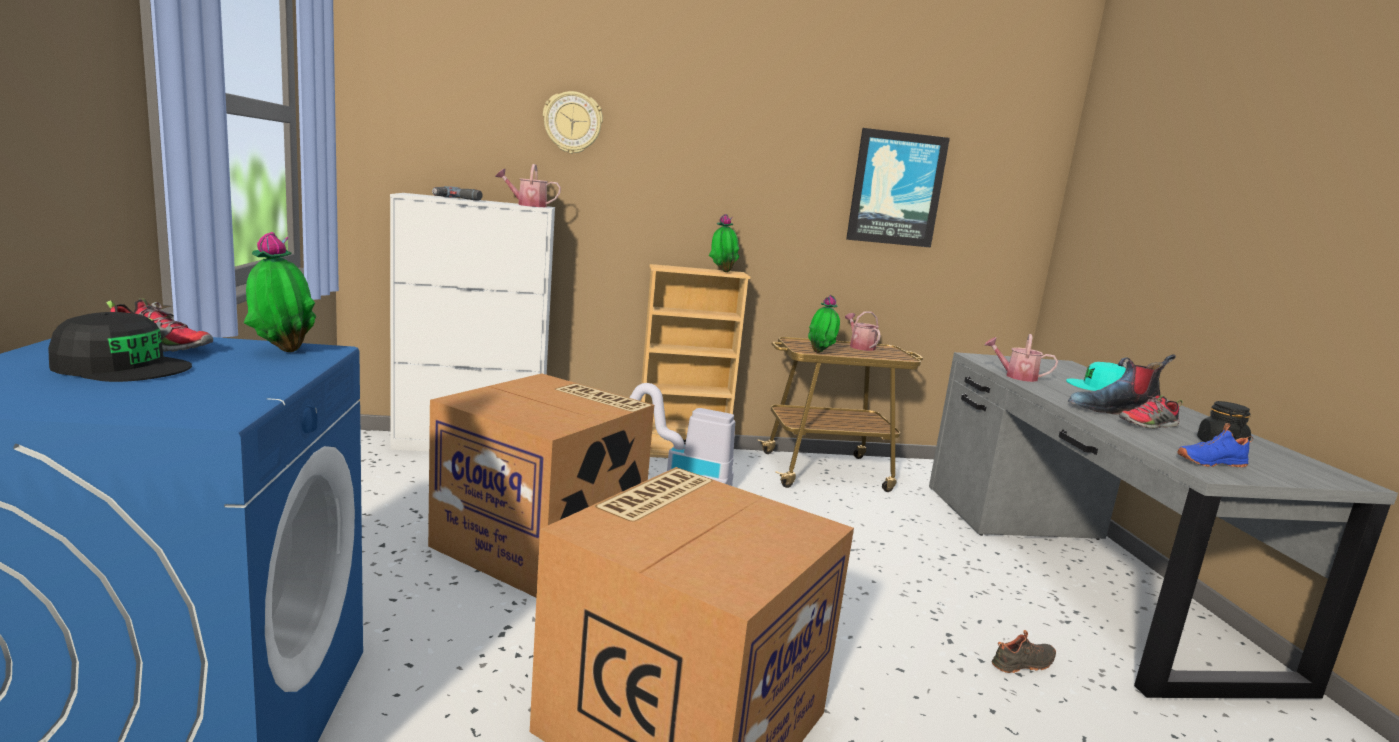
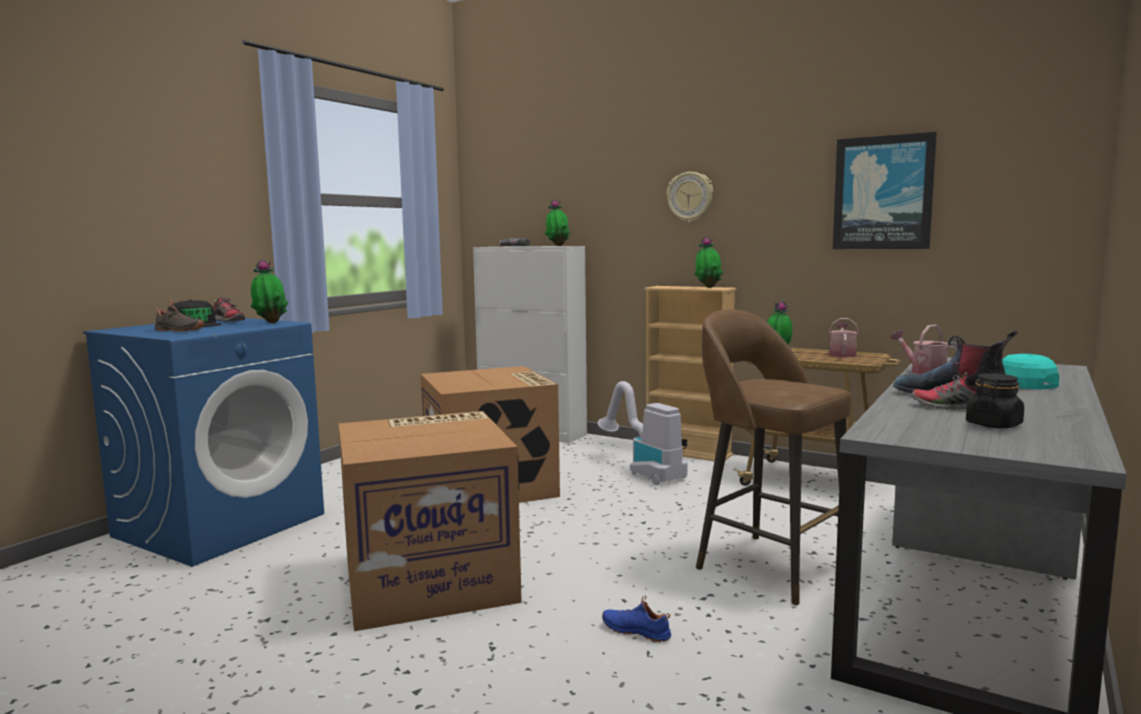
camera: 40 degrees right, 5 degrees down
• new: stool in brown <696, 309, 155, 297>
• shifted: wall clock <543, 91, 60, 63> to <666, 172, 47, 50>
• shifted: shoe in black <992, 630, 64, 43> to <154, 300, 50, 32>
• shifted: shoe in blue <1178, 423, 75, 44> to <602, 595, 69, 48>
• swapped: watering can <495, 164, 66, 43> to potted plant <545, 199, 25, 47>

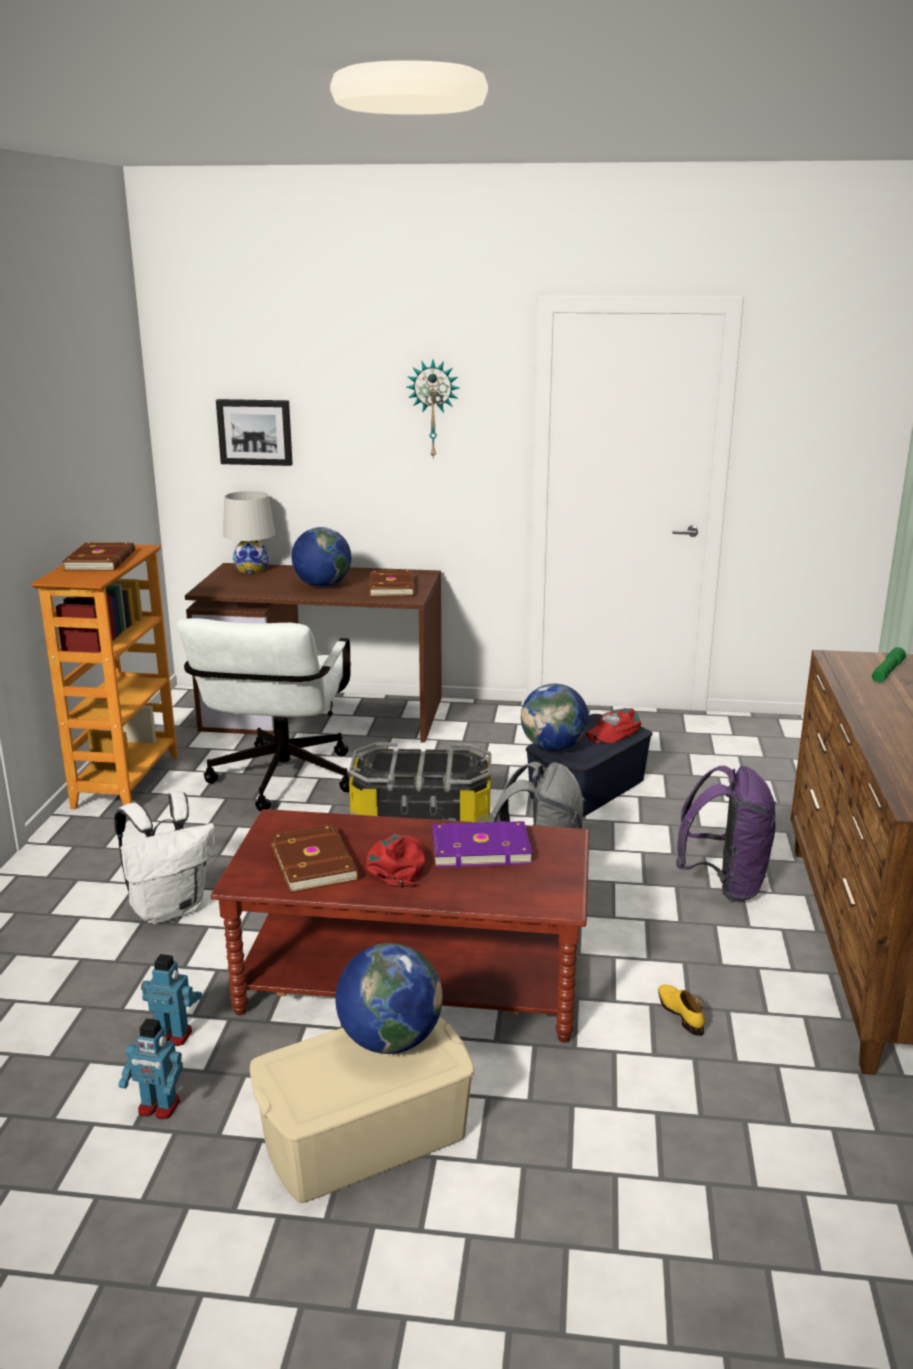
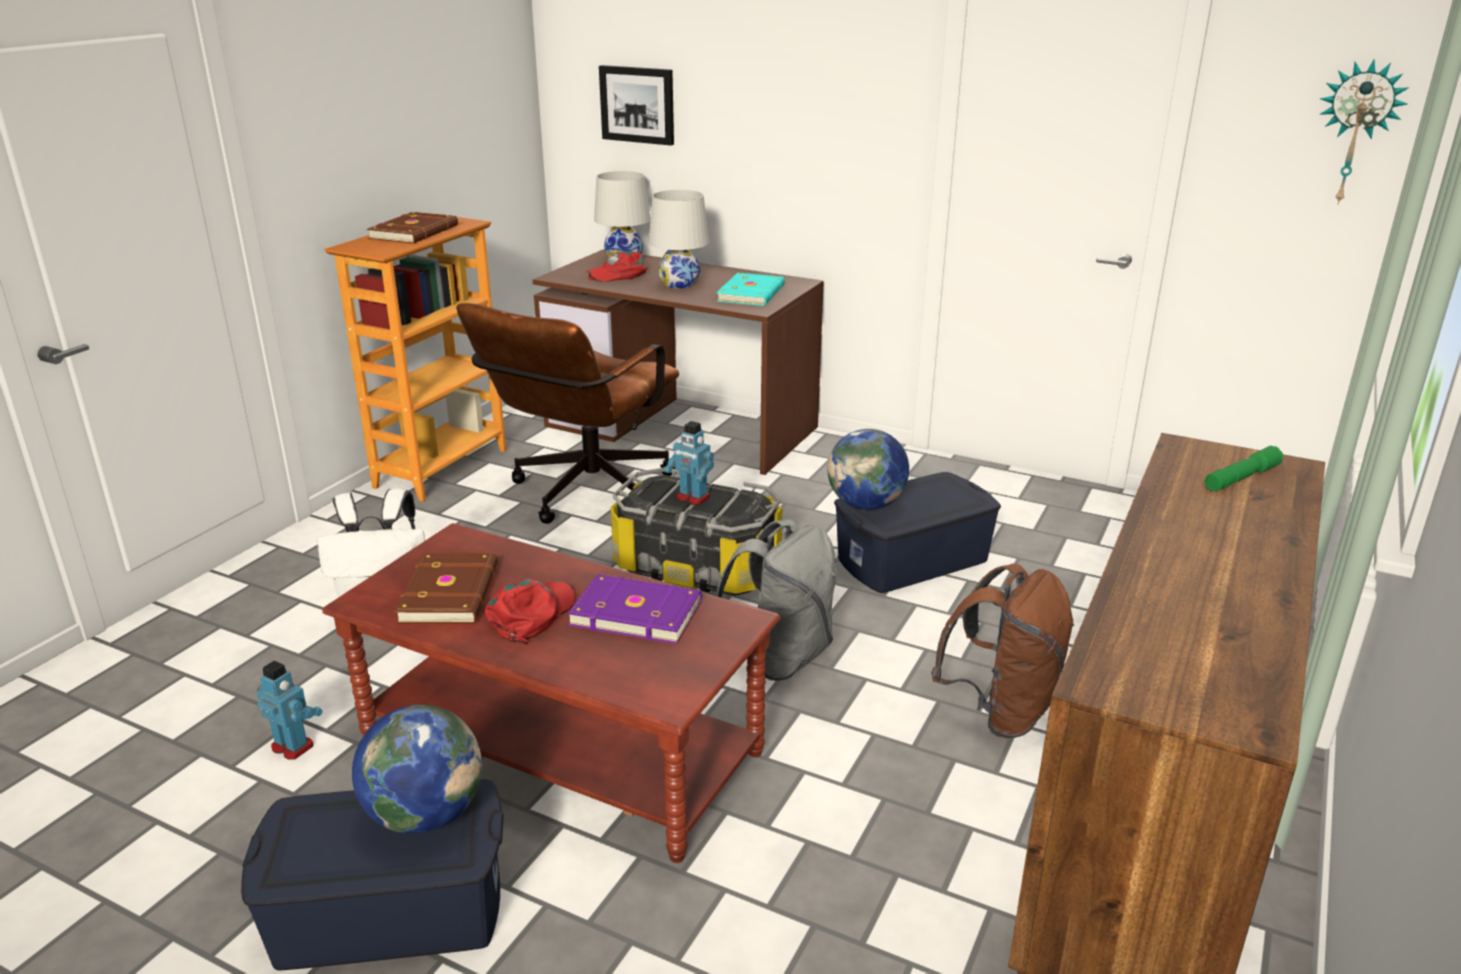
camera: 20 degrees right, 5 degrees up
• gone: shoe in yellow <658, 984, 47, 52>
• shifted: toy robot <118, 1018, 65, 101> to <664, 421, 50, 84>
• shifted: wall clock <407, 359, 52, 101> to <1319, 60, 90, 144>
• shifted: cap in red <586, 708, 55, 36> to <586, 251, 61, 31>
• swapped: globe <291, 527, 60, 60> to table lamp in white <649, 190, 60, 99>
• repainted: office chair in white <177, 618, 177, 193> to office chair in brown <456, 303, 223, 221>
• repainted: storage box in beige <250, 1016, 224, 187> to storage box in blue <241, 779, 263, 192>
• repainted: book in brown <369, 570, 46, 27> to book in turquoise <716, 273, 69, 33>
• repainted: backpack in purple <676, 766, 101, 136> to backpack in brown <931, 564, 144, 174>

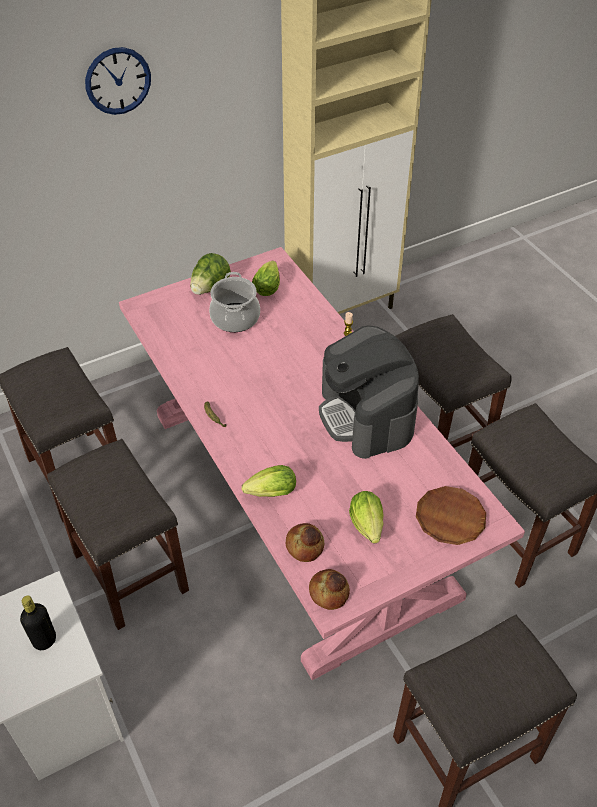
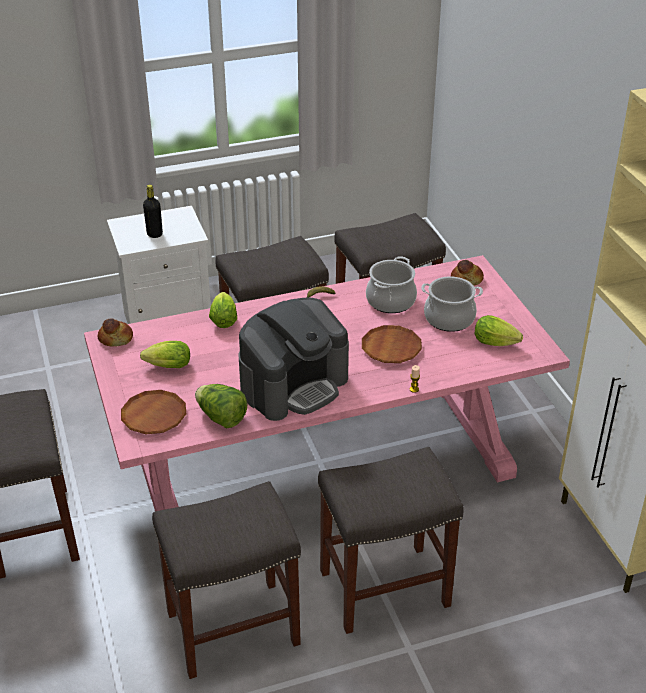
camera: 100 degrees right, 10 degrees down
• gone: wall clock <85, 47, 66, 68>
• new: plate in brown <362, 325, 60, 38>
• new: cooking pot <366, 256, 51, 57>
• shifted: lettuce <190, 253, 41, 42> to <195, 384, 52, 44>
• shifted: bread <286, 523, 38, 39> to <451, 260, 33, 26>
• rotated: coffee machine <319, 326, 100, 133> = <239, 297, 110, 124> 150 degrees clockwise

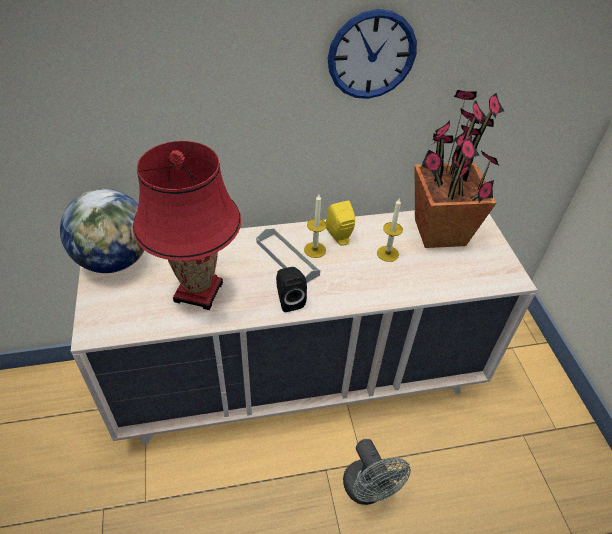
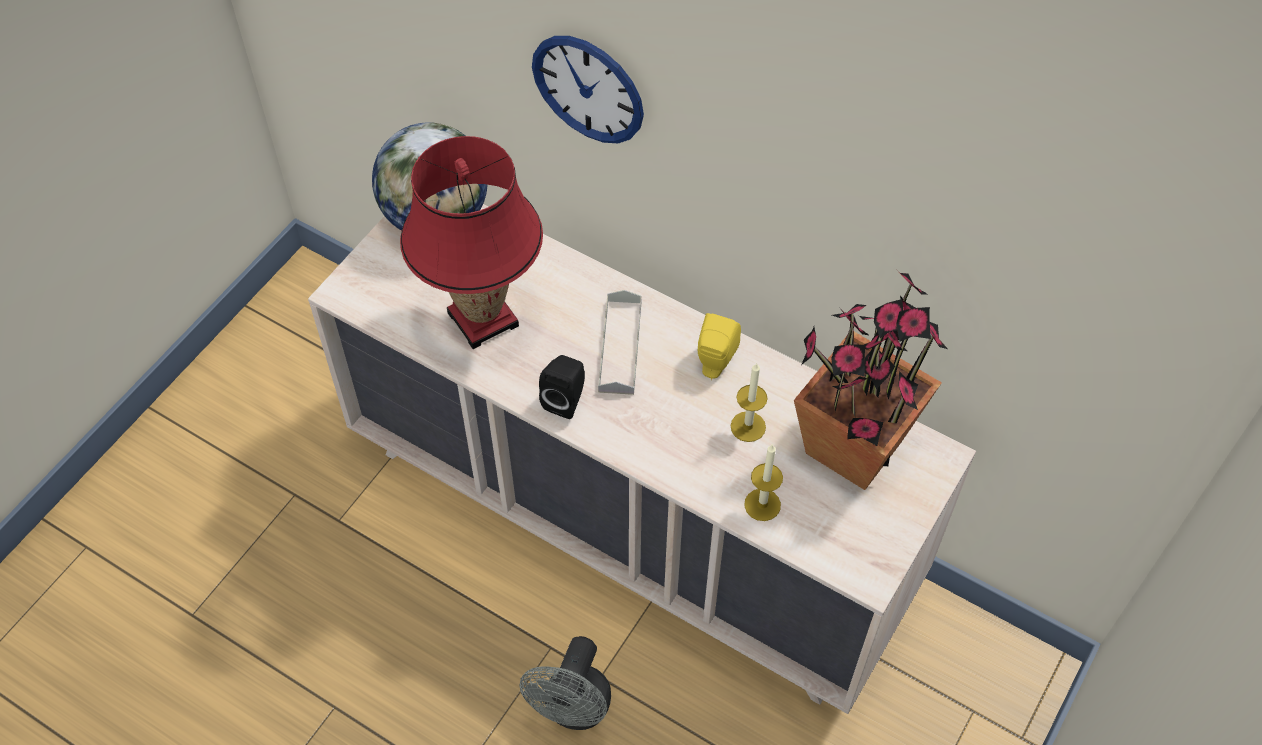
camera: 45 degrees right, 10 degrees up
• shifted: candle <304, 194, 23, 64> to <744, 444, 39, 77>
• shifted: wall clock <328, 9, 89, 90> to <532, 36, 112, 107>

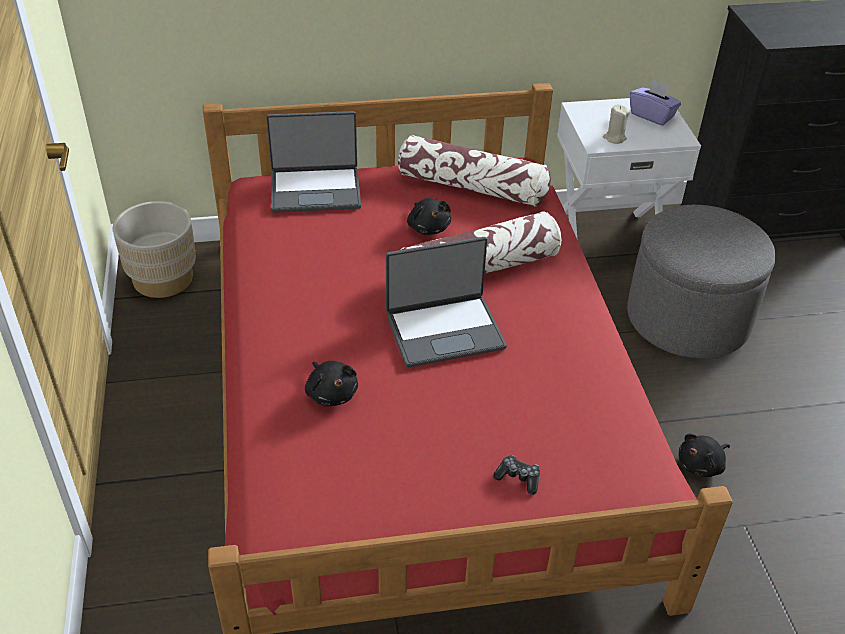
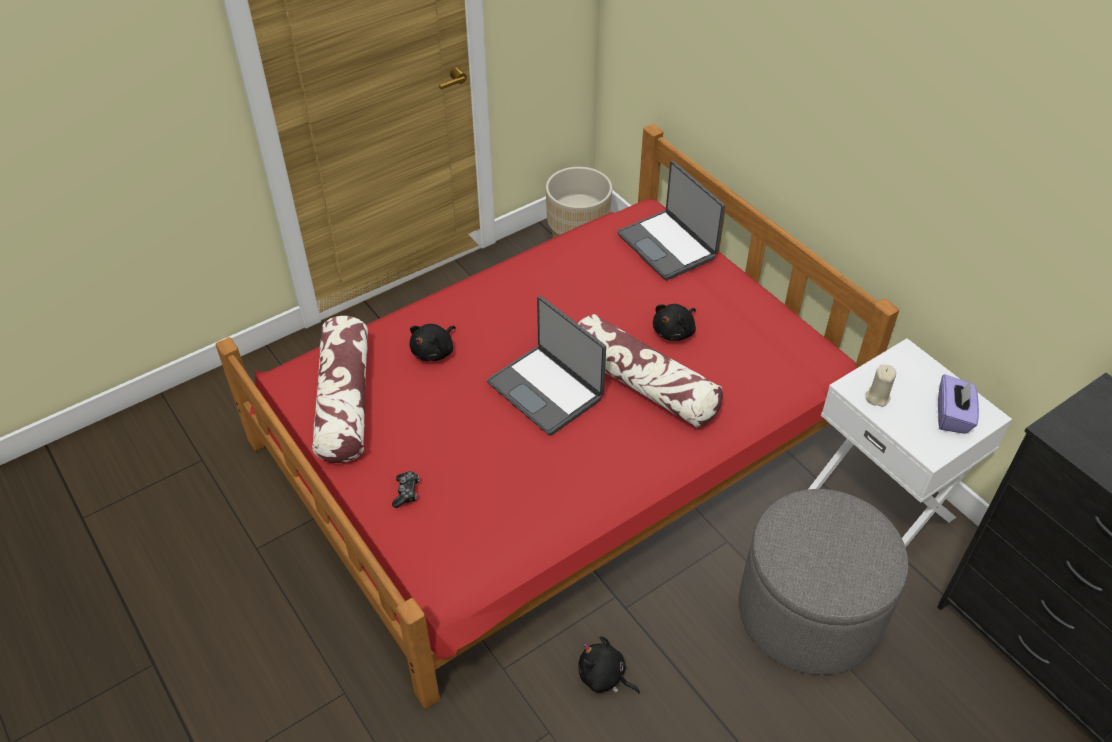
camera: 65 degrees right, 5 degrees up
• shifted: pillow <398, 135, 153, 72> to <312, 316, 56, 147>

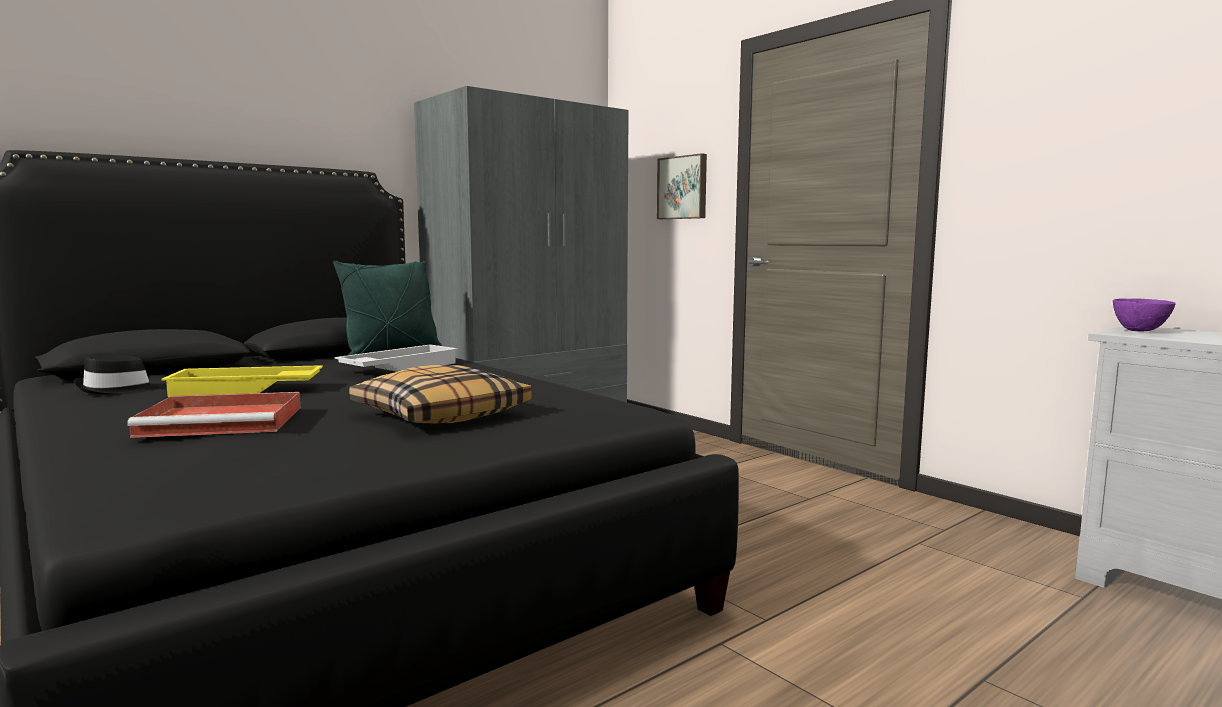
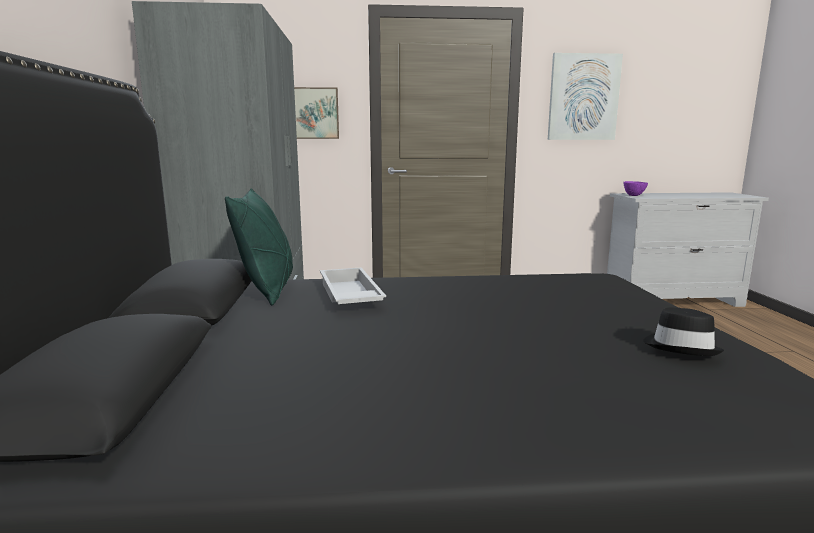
camera: 55 degrees left, 5 degrees up
• gone: tray in red <127, 392, 174, 46>
• gone: tray in yellow <161, 365, 162, 32>
• gone: pillow <349, 365, 182, 59>
• new: picture <548, 53, 75, 87>
• shifted: hat in black <74, 353, 86, 41> to <643, 307, 81, 49>

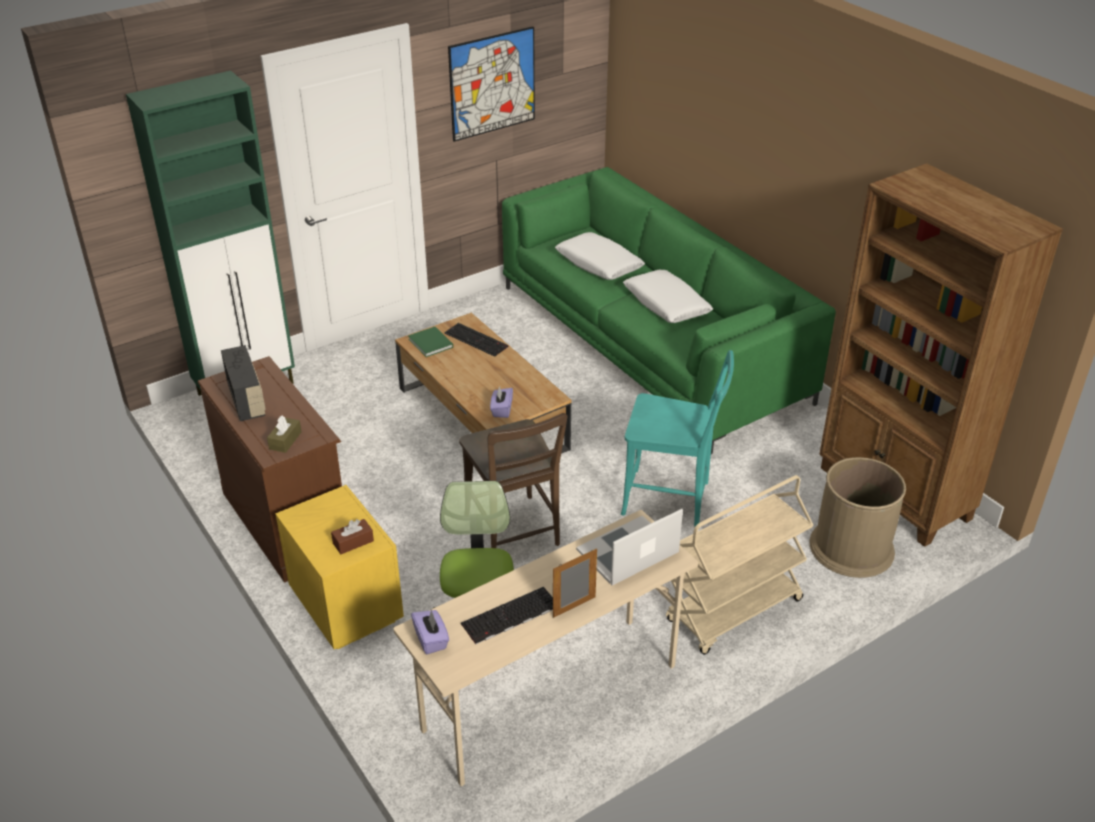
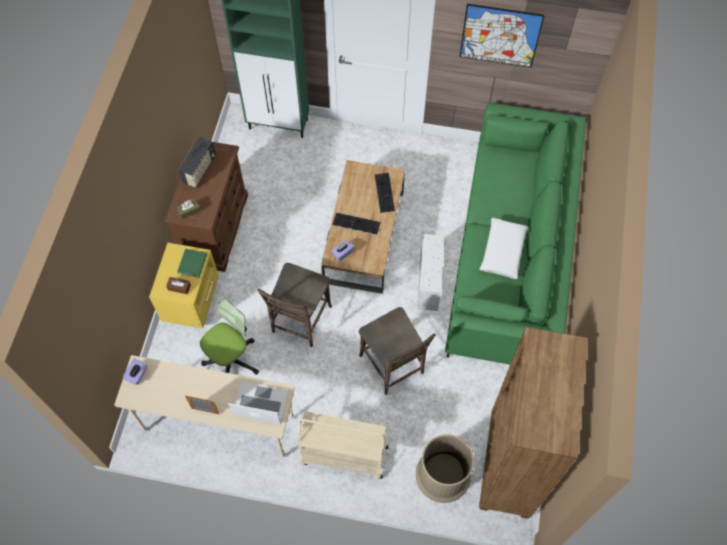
camera: 45 degrees right, 25 degrees up
• gone: pillow in white <555, 232, 90, 48>
• new: storage box in white <417, 234, 27, 77>
• shifted: book in green <408, 327, 45, 30> to <177, 249, 30, 29>
• shifted: keyboard <461, 587, 92, 57> to <332, 213, 48, 22>
• repainted: chair in turquoise <621, 350, 113, 176> to chair in brown <359, 307, 77, 88>

